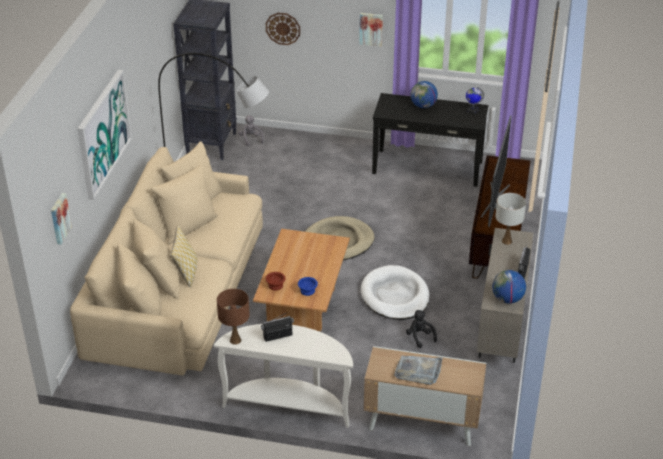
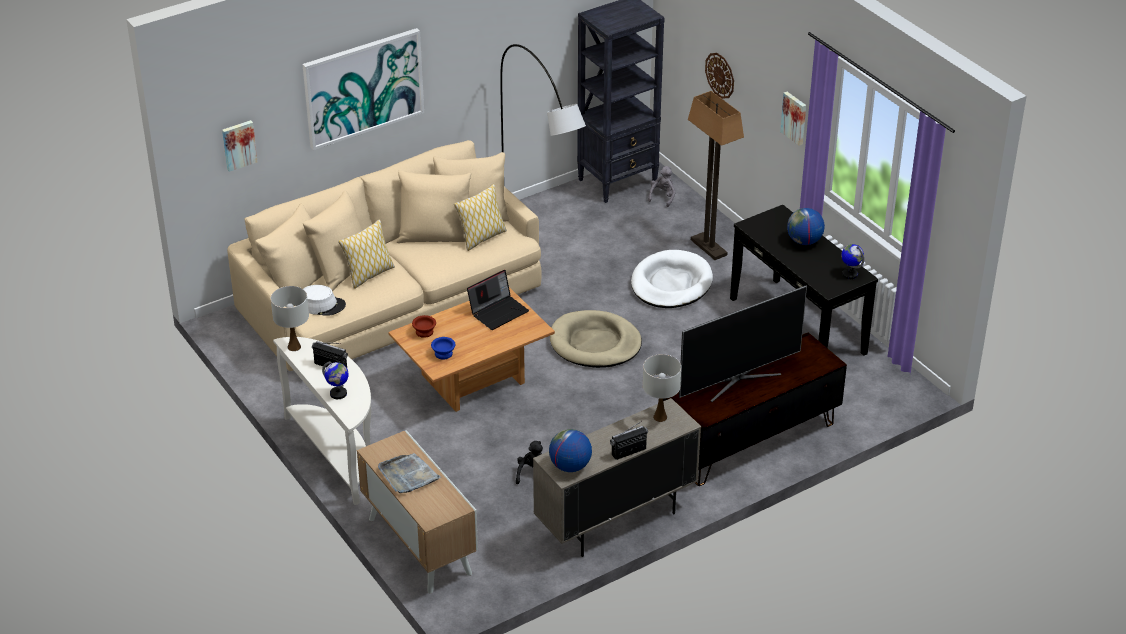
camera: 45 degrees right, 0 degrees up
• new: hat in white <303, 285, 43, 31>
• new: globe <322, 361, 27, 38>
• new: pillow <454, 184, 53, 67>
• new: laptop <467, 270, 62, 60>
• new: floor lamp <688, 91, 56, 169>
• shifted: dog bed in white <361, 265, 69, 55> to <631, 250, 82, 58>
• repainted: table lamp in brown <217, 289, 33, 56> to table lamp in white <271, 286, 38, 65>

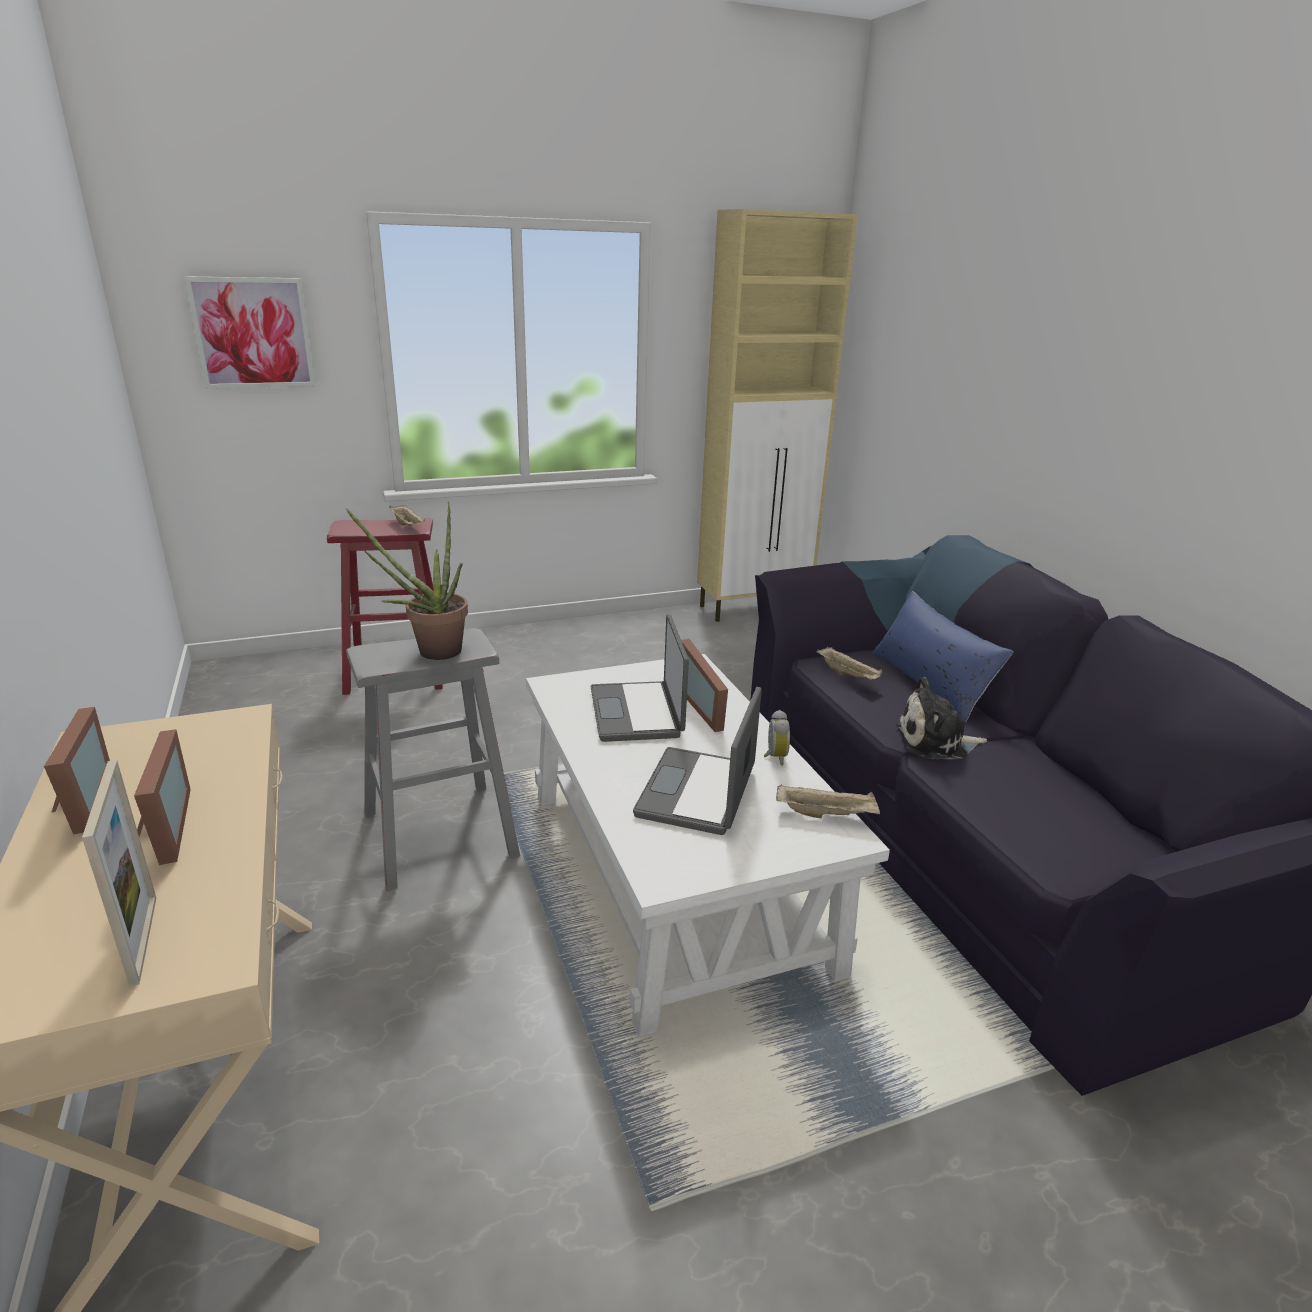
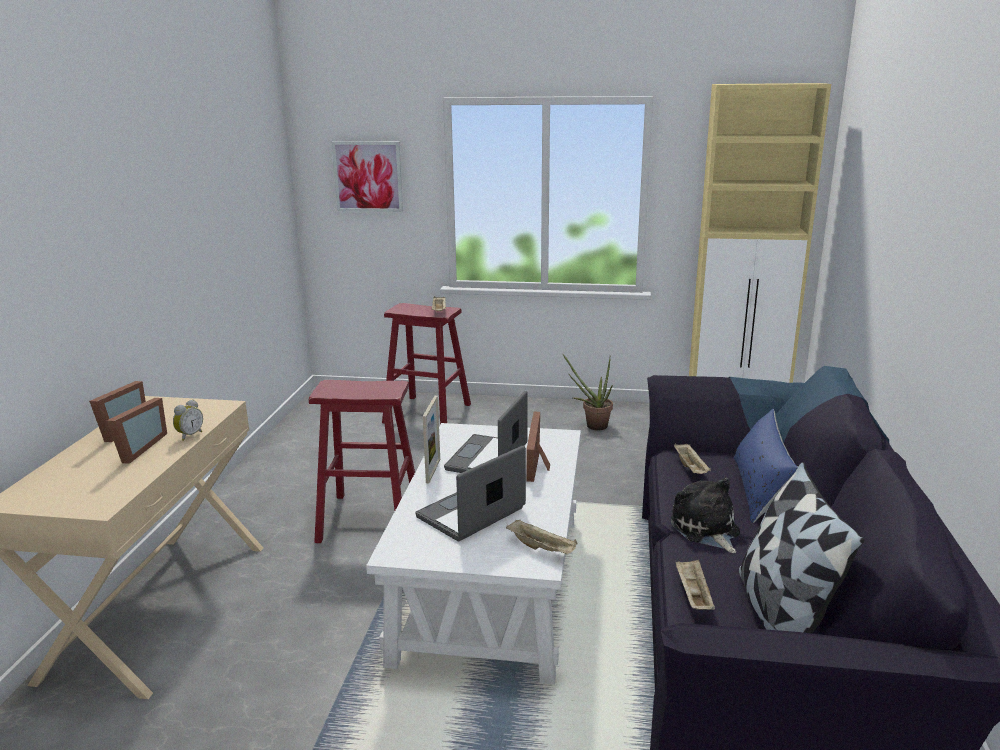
camera: 30 degrees right, 5 degrees down
• new: tray in beige <675, 559, 40, 51>
• new: pillow <739, 462, 125, 171>
• shifted: picture frame <82, 760, 74, 226> to <423, 396, 17, 87>
• shifted: potted plant <346, 502, 122, 158> to <563, 354, 50, 77>
• shifted: alarm clock <764, 710, 26, 56> to <173, 400, 30, 41>
• repainted: stool in grey <346, 628, 174, 263> to stool in red <309, 380, 106, 163>
• rotated: plush toy <896, 677, 91, 82> = <671, 478, 69, 75> 45 degrees clockwise

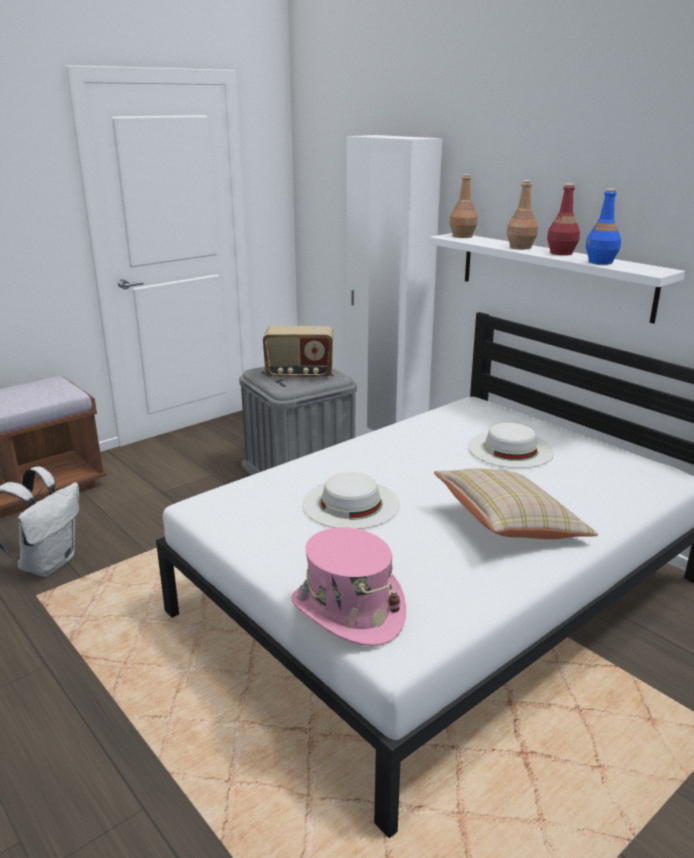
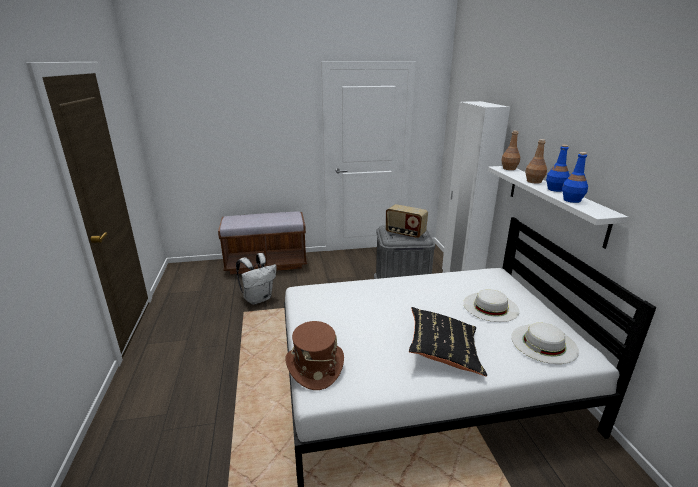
camera: 30 degrees right, 0 degrees up
• shifted: hat in white <302, 472, 98, 57> to <511, 322, 68, 42>
• repainted: hat in pink <291, 527, 115, 119> to hat in brown <285, 321, 59, 69>
• repainted: pillow in beige <434, 468, 164, 71> to pillow in black <409, 307, 78, 70>
• repainted: bottle in red <547, 183, 33, 72> to bottle in blue <546, 145, 24, 47>

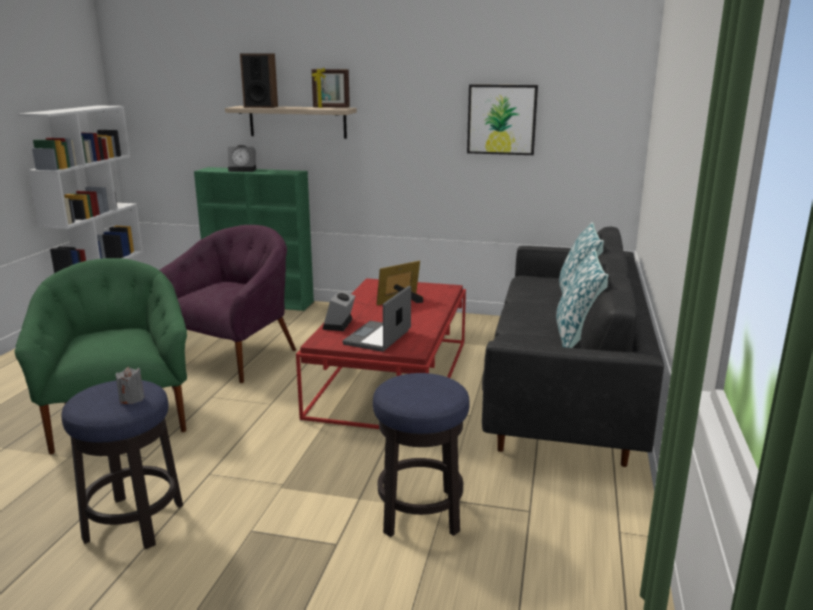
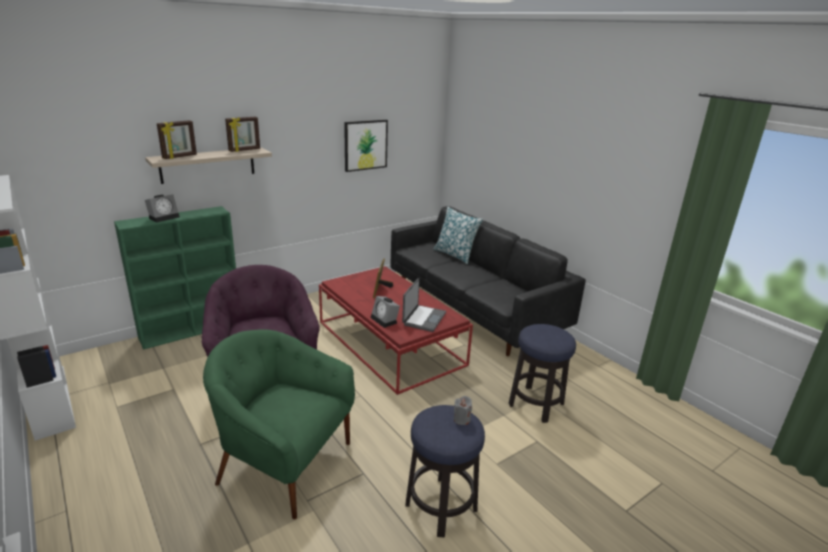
camera: 50 degrees left, 5 degrees up
• gone: pillow <556, 249, 52, 99>
• swapped: speaker <240, 54, 38, 54> to picture frame <157, 120, 40, 39>
• rotated: laptop <342, 286, 69, 66> = <402, 278, 44, 54> 135 degrees counterclockwise

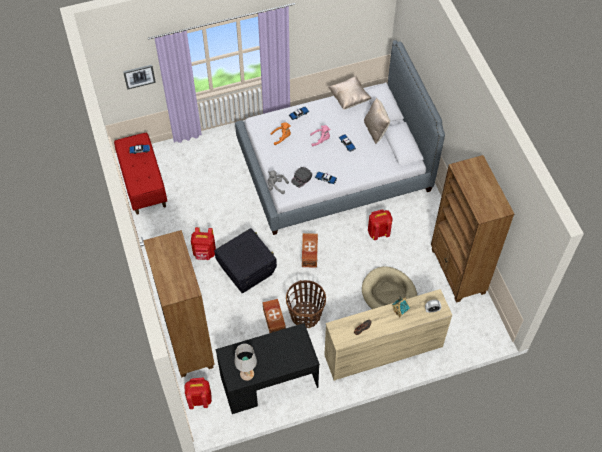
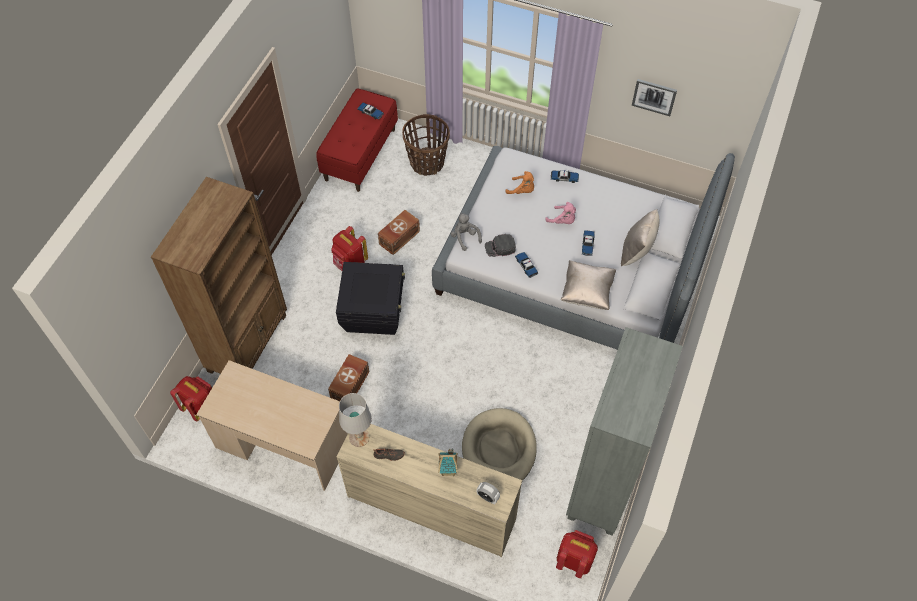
camera: 40 degrees right, 0 degrees up
• shifted: picture <123, 65, 33, 25> to <632, 79, 45, 37>
• shifted: table lamp in white <234, 344, 23, 37> to <339, 393, 33, 54>
• shifted: basket <286, 280, 40, 48> to <402, 114, 48, 62>
• shifted: storage box in brown <302, 233, 16, 35> to <378, 210, 42, 45>
• shifted: pillow in beige <329, 76, 42, 34> to <560, 260, 57, 50>
• shifted: backpack in red <368, 209, 25, 31> to <556, 530, 42, 48>
• repainted: desk in black <215, 323, 105, 91> to desk in beige <196, 360, 152, 131>
• repainted: bookcase in brown <431, 155, 83, 148> to bookcase in grey <566, 327, 117, 209>

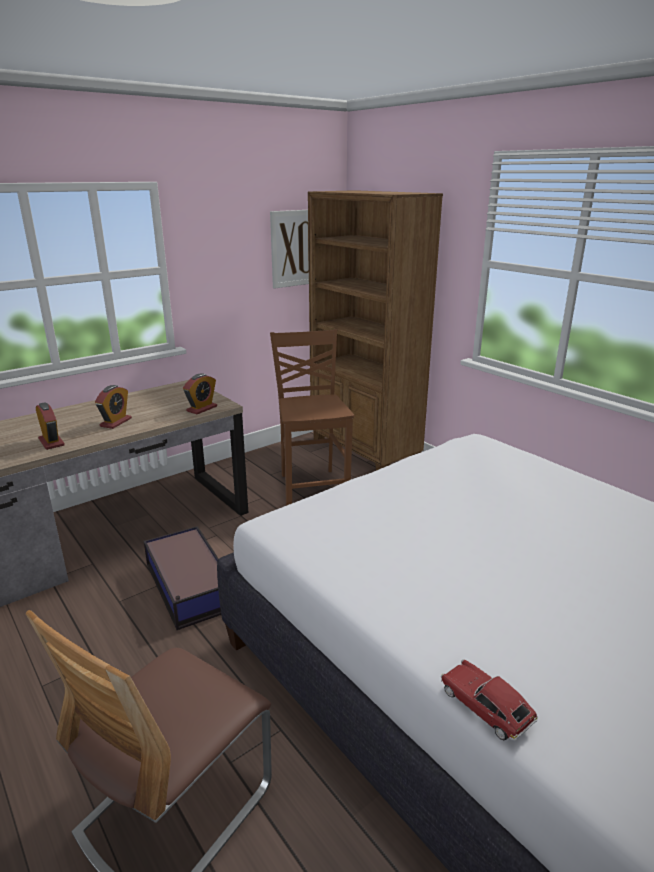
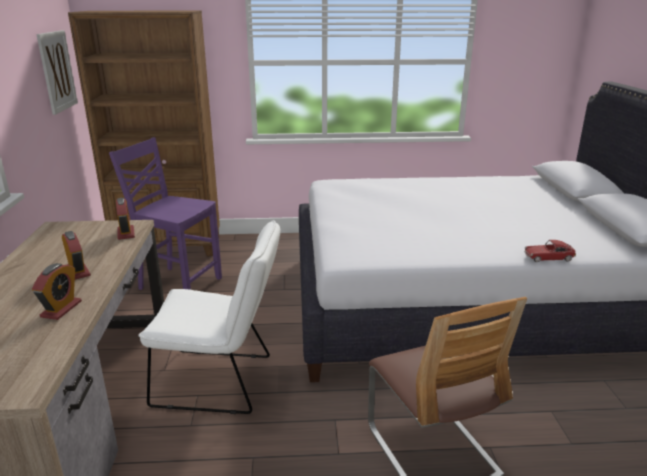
camera: 55 degrees left, 0 degrees up
• swapped: storage box <144, 526, 77, 104> to chair in white <138, 220, 143, 194>
• repainted: chair in brown <270, 329, 84, 177> to chair in purple <109, 137, 113, 153>
• rotated: alarm clock <36, 402, 29, 48> = <32, 263, 50, 57> 105 degrees clockwise

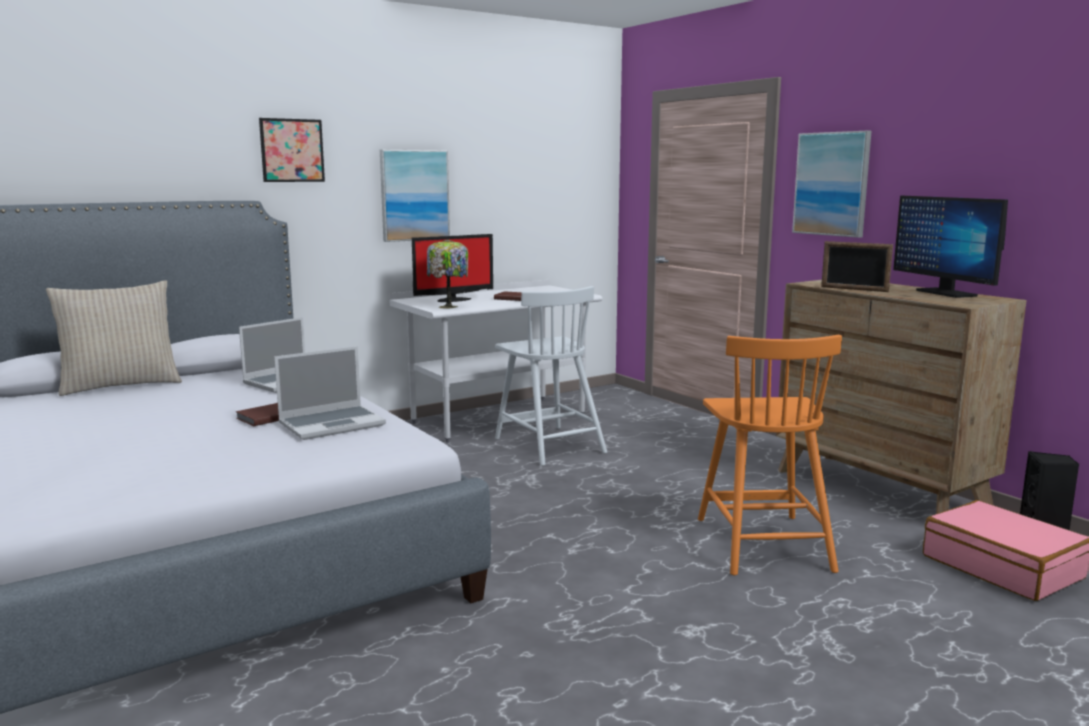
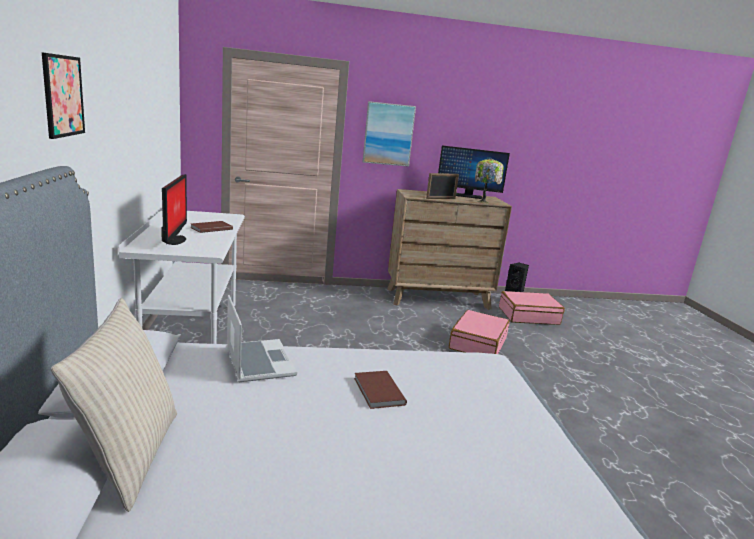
camera: 65 degrees left, 5 degrees up
• gone: laptop <274, 346, 112, 94>
• gone: picture <380, 150, 70, 92>
• gone: chair in white <495, 286, 112, 180>
• shifted: table lamp <427, 239, 41, 70> to <475, 158, 29, 45>
• swapped: chair in orange <698, 335, 144, 240> to suitcase in pink <449, 310, 61, 44>

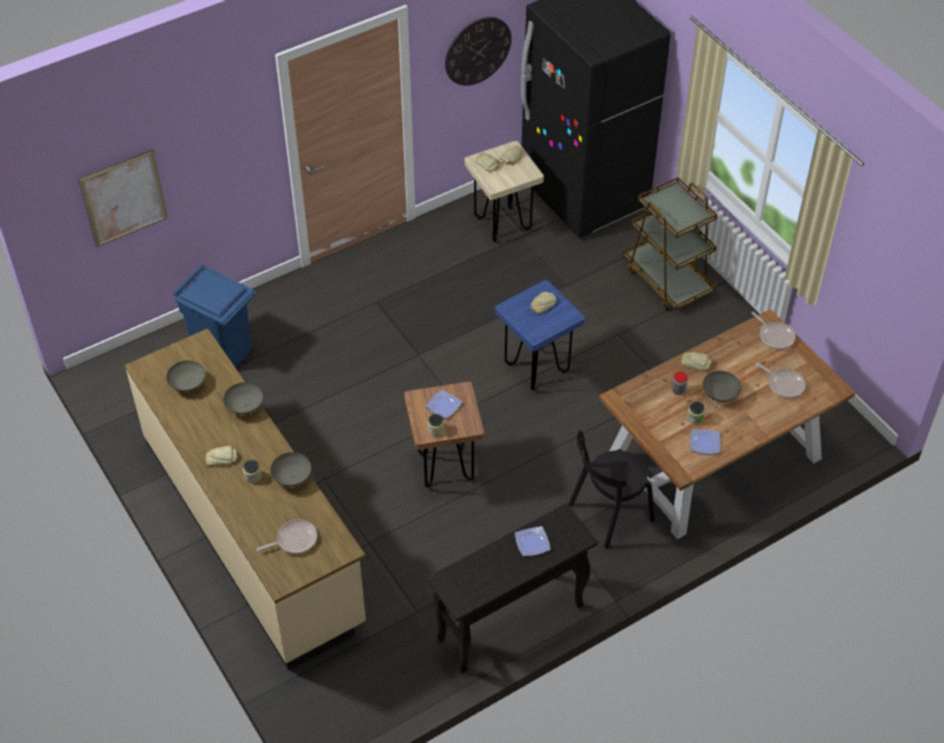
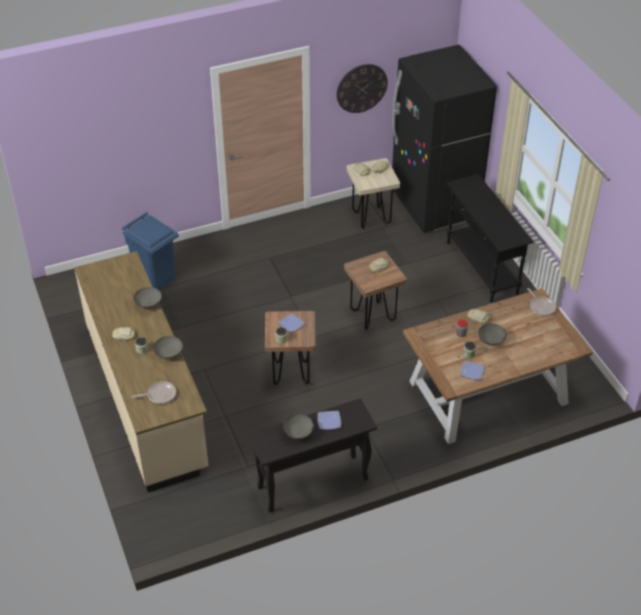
camera: 10 degrees right, 5 degrees down
• gone: picture <78, 149, 90, 98>
• gone: chair in black <568, 430, 87, 119>
• gone: frying pan <755, 362, 51, 36>
• shifted: bowl in grey <166, 360, 40, 32> to <283, 414, 31, 25>
• swapped: cart in brown <622, 177, 95, 134> to console table in black <447, 174, 87, 129>
• repainted: stool in blue <495, 280, 90, 110> to stool in brown <344, 251, 63, 79>

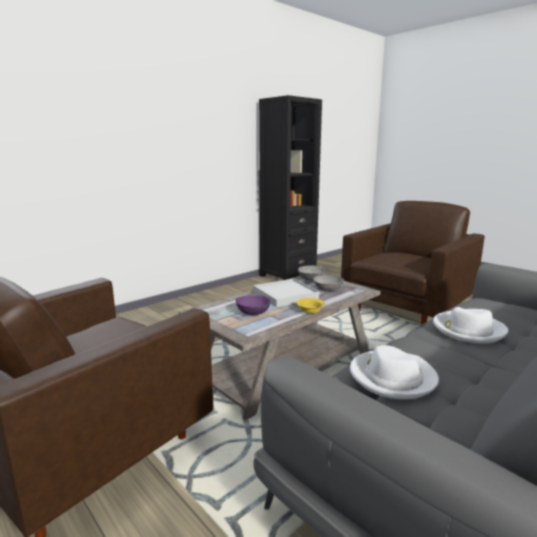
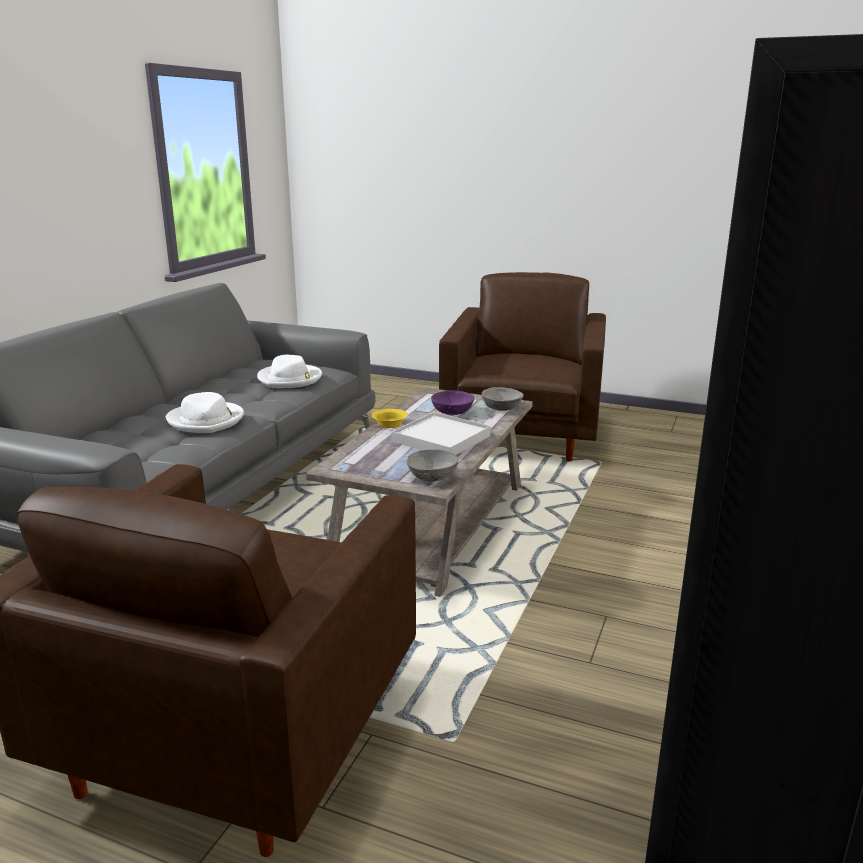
camera: 155 degrees right, 5 degrees up
• shifted: bowl in grey <313, 275, 31, 17> to <482, 387, 42, 24>

